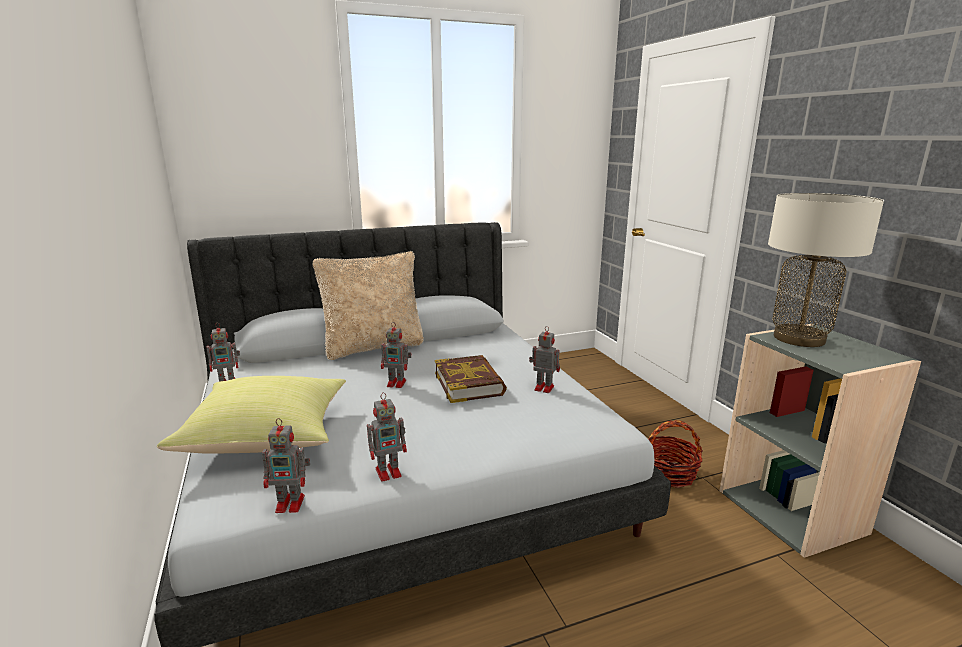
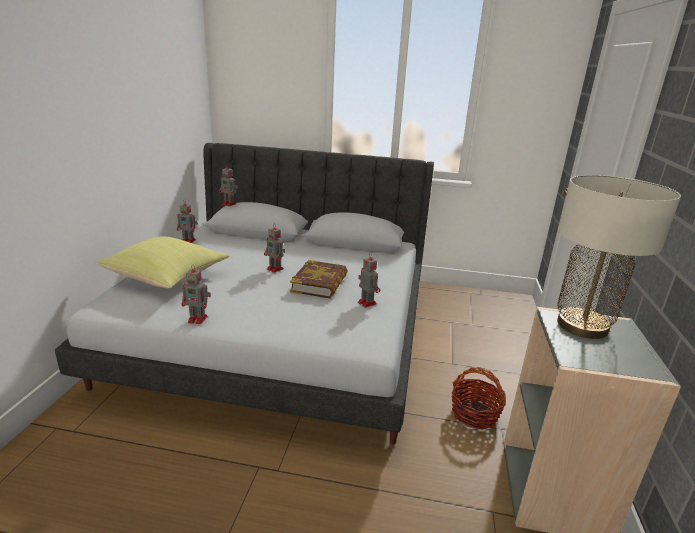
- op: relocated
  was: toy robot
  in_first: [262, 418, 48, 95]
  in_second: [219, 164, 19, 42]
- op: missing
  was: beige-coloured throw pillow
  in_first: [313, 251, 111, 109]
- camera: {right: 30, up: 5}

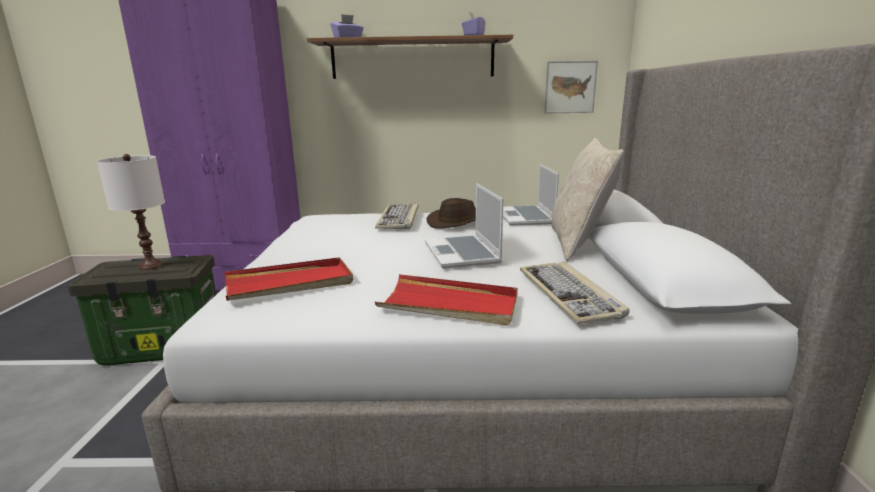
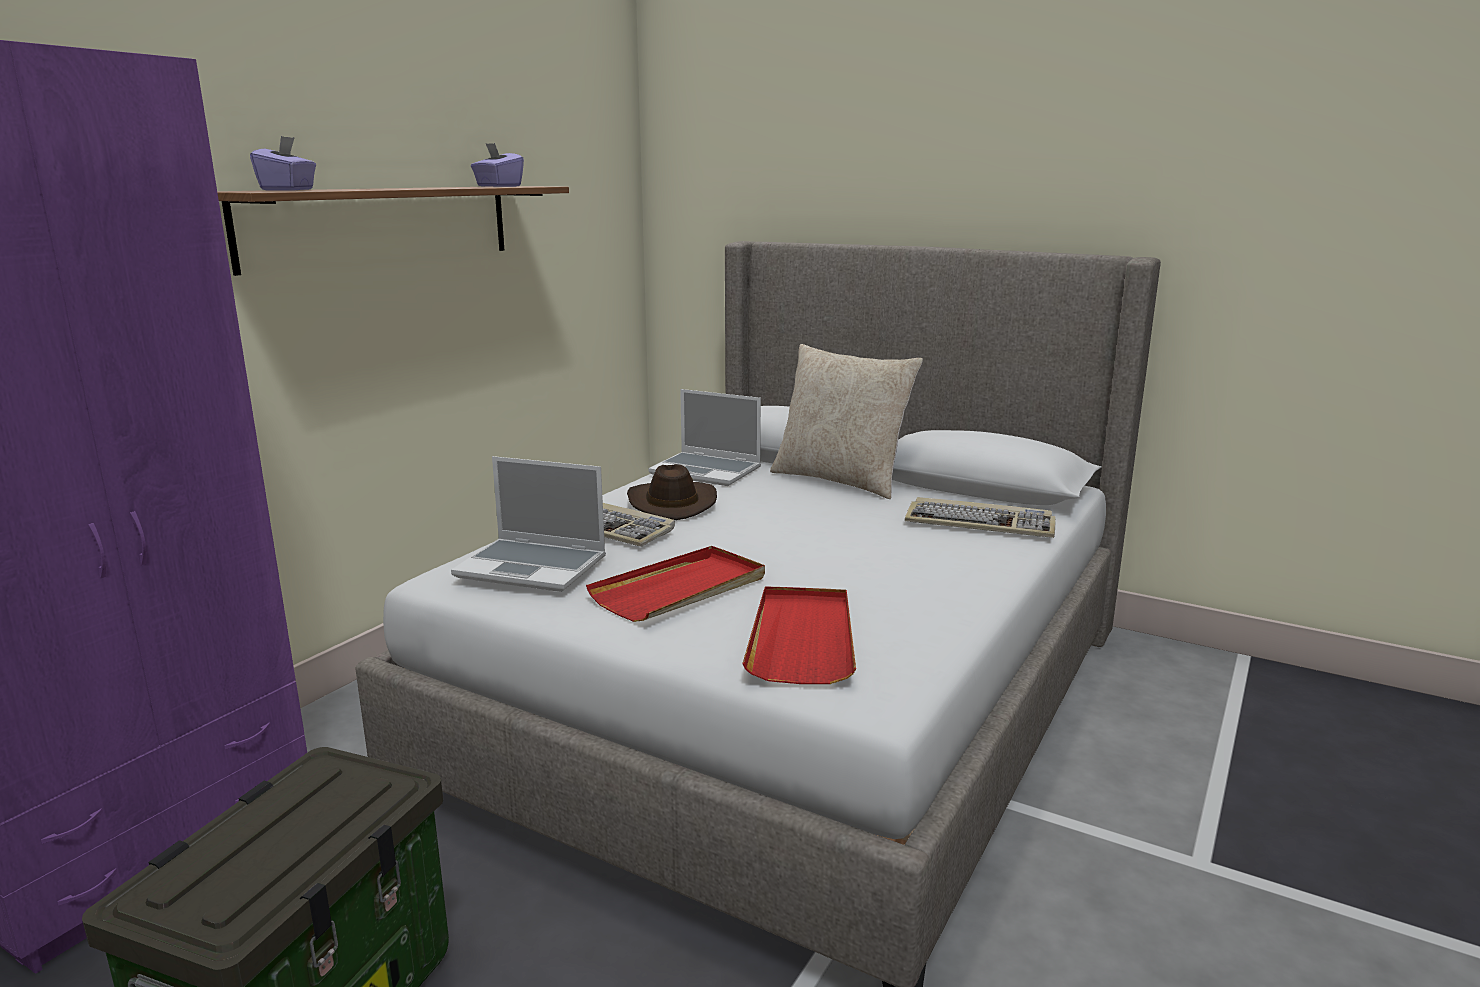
- op: missing
  was: white tabletop lamp
  in_first: [97, 154, 68, 116]
- op: relocated
  was: red serving tray
  in_first: [375, 274, 143, 51]
  in_second: [586, 546, 179, 76]
- op: relocated
  was: portable computer
  in_first: [425, 183, 78, 86]
  in_second: [451, 456, 155, 136]
- op: missing
  was: picture
  in_first: [544, 61, 54, 52]
- camera: {right: -60, up: 0}

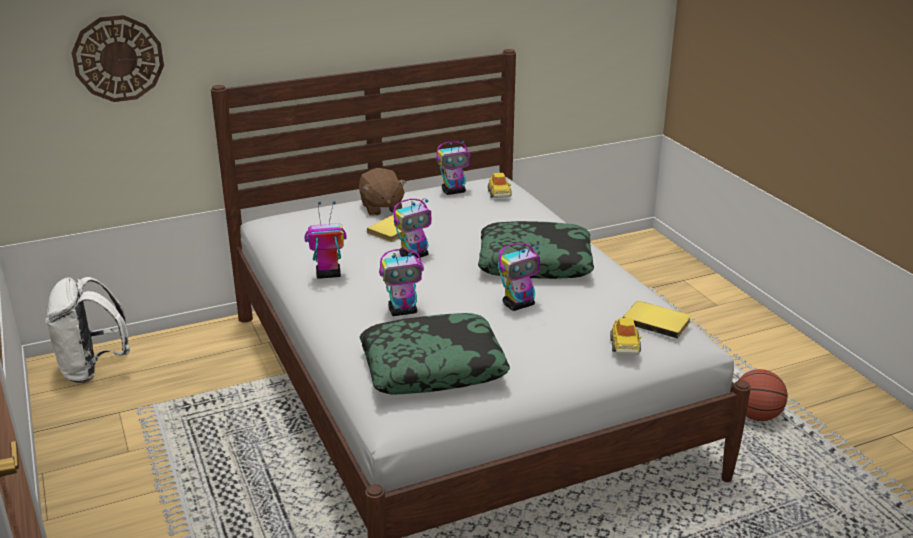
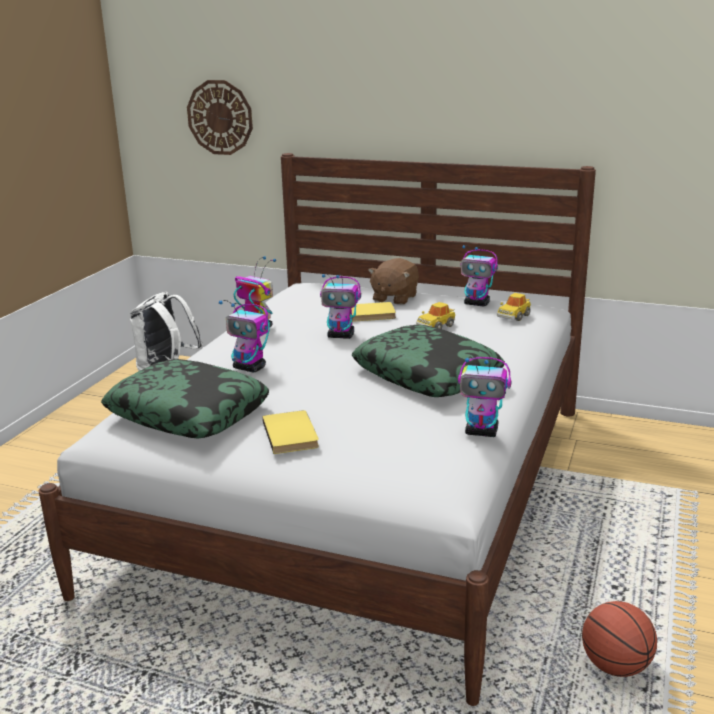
- op: relocated
  was: toy robot
  in_first: [498, 243, 42, 68]
  in_second: [458, 357, 53, 80]
- op: relocated
  was: toy car
  in_first: [610, 318, 31, 37]
  in_second: [416, 302, 39, 27]
- op: relocated
  was: yellow-coloured bound book
  in_first: [623, 301, 68, 38]
  in_second: [262, 410, 57, 44]
- camera: {right: 45, up: -5}

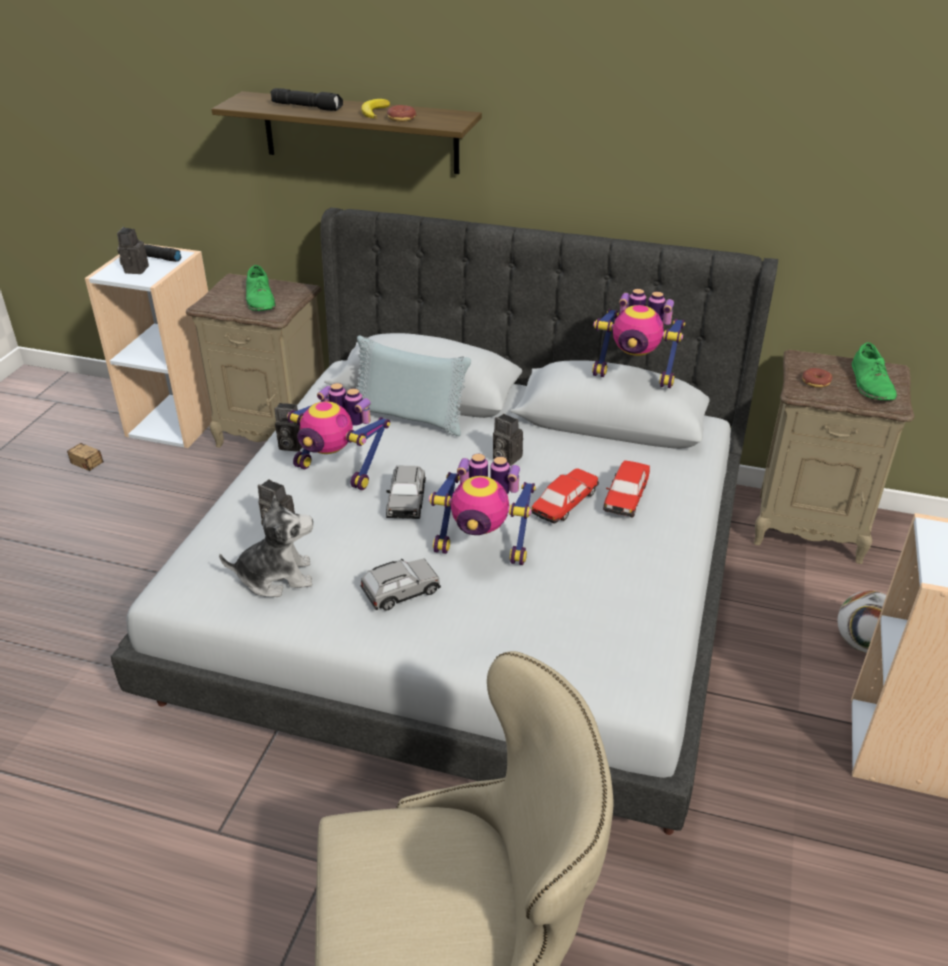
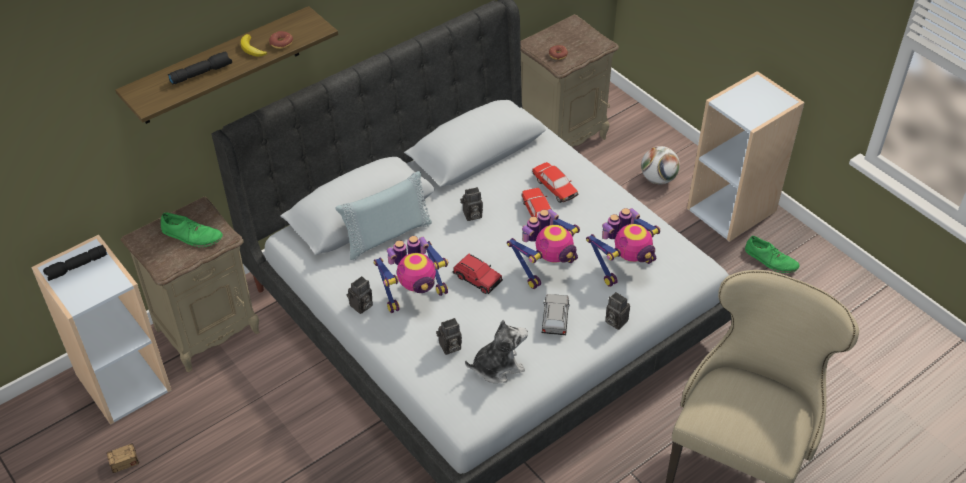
- op: relocated
  was: photo camera
  in_first: [117, 227, 32, 47]
  in_second: [605, 292, 25, 38]
- op: spun
  was: soft toy
  in_first: [219, 495, 94, 102]
  in_second: [465, 320, 63, 63]
  clockwise: 45
- op: colour
  was: gray toy car
  now: red toy car
  in_first: [386, 465, 40, 54]
  in_second: [453, 254, 50, 40]
- op: relocated
  was: toy robot
  in_first: [592, 289, 93, 99]
  in_second: [586, 208, 74, 79]
- op: relocated
  was: green-coloured item of footwear
  in_first: [852, 342, 45, 58]
  in_second: [745, 236, 55, 37]
- camera: {right: -55, up: 10}

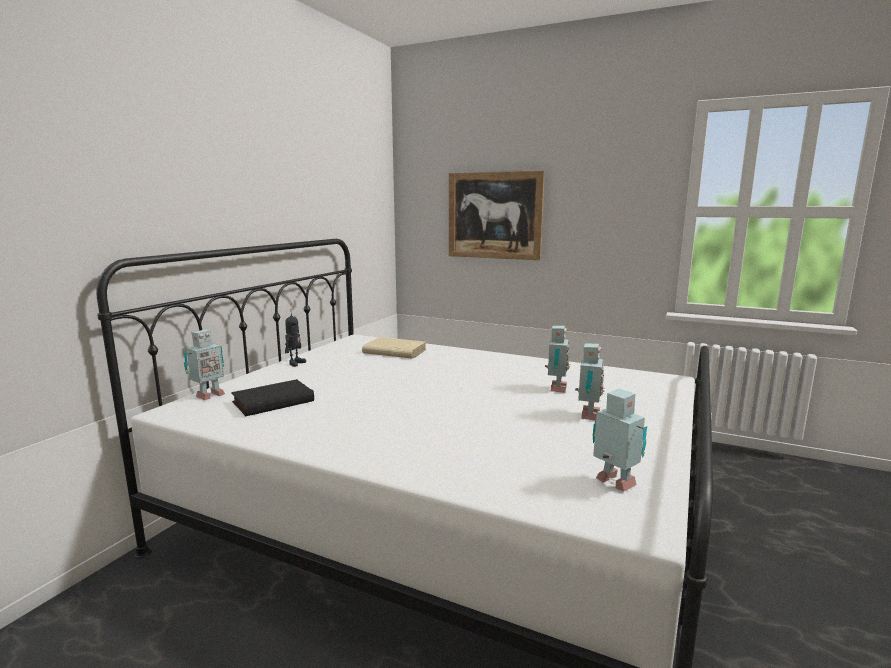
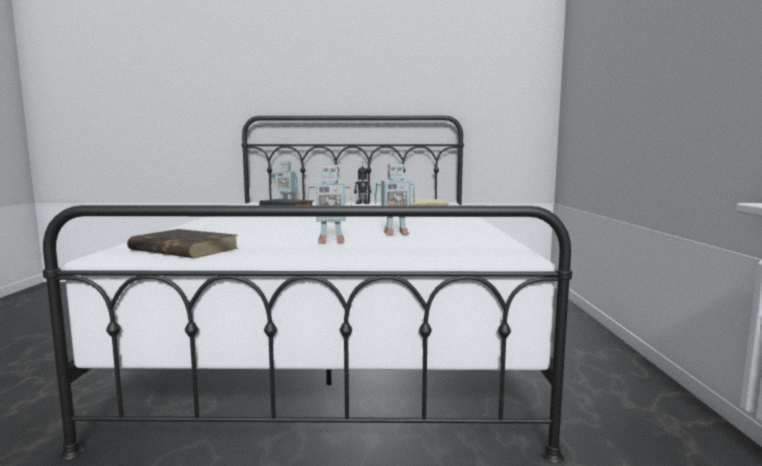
- op: missing
  was: picture
  in_first: [449, 170, 96, 90]
- op: exchanged
  was: toy robot
  now: brownish bound book
  in_first: [593, 388, 54, 103]
  in_second: [127, 229, 111, 29]
- camera: {right: 65, up: -5}

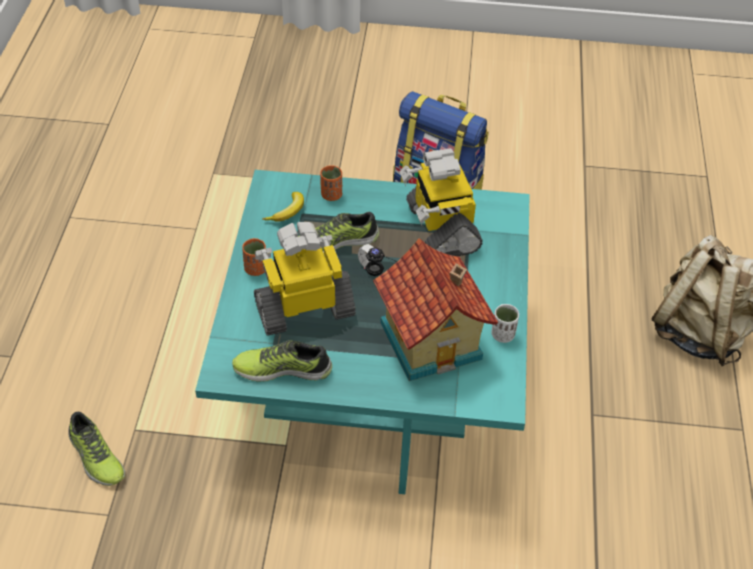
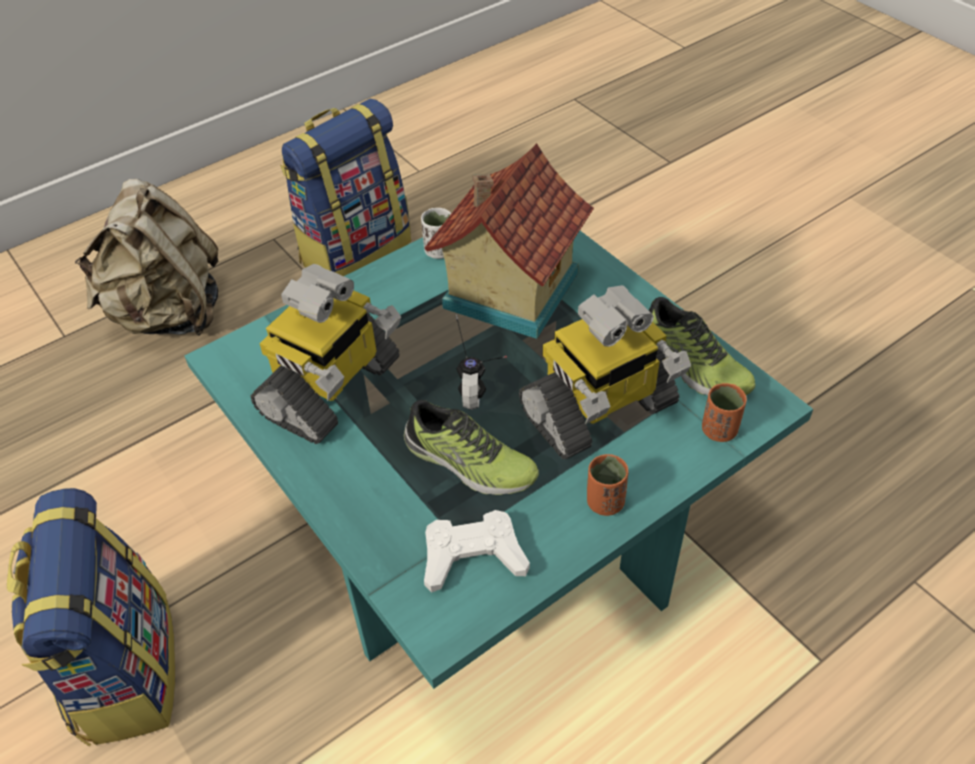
- op: missing
  was: item of footwear
  in_first: [68, 412, 57, 74]
- op: spun
  was: toy robot
  in_first: [254, 222, 102, 114]
  in_second: [519, 285, 172, 174]
  clockwise: -60
- op: exchanged
  was: whole banana
  now: white joypad
  in_first: [263, 192, 41, 30]
  in_second: [424, 510, 106, 82]
- op: relocated
  was: orange-coloured drinking cup
  in_first: [320, 165, 22, 36]
  in_second: [702, 383, 45, 59]
- op: appeared
  now: backpack
  in_second: [280, 99, 131, 177]
- camera: {right: -130, up: 0}

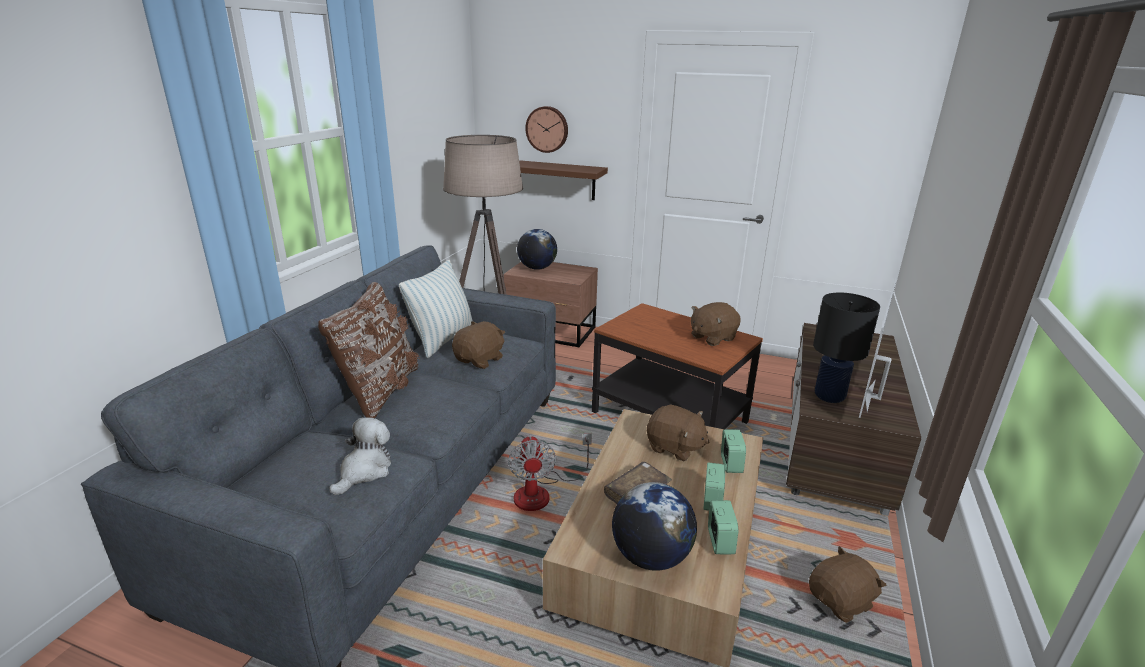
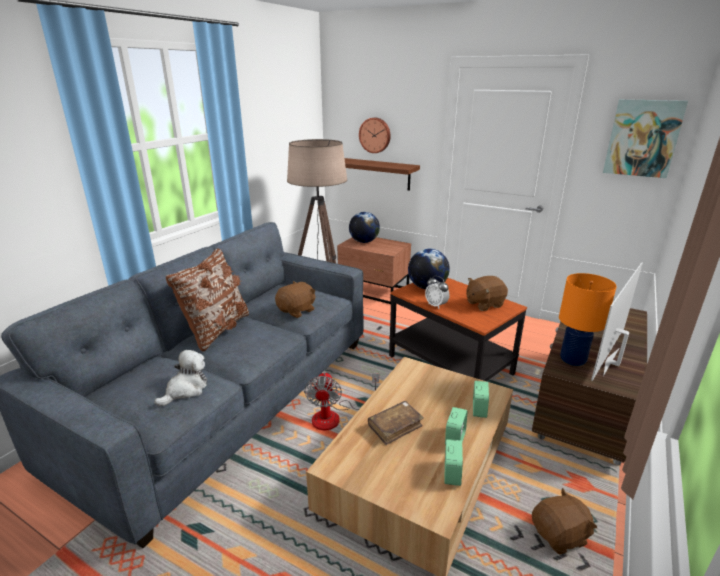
- op: missing
  was: throw pillow
  in_first: [399, 260, 73, 98]
- op: relocated
  was: world globe
  in_first: [612, 482, 85, 89]
  in_second: [408, 248, 42, 41]
- op: missing
  was: brownish soft toy
  in_first: [647, 404, 62, 57]
- op: colour
  was: blackish tabletop lamp
  now: orange-coloured tabletop lamp
  in_first: [813, 292, 67, 111]
  in_second: [559, 273, 58, 93]
- op: appeared
  now: alarm clock
  in_second: [425, 276, 25, 33]
- op: appeared
  now: picture
  in_second: [603, 99, 85, 79]
- camera: {right: 10, up: 0}

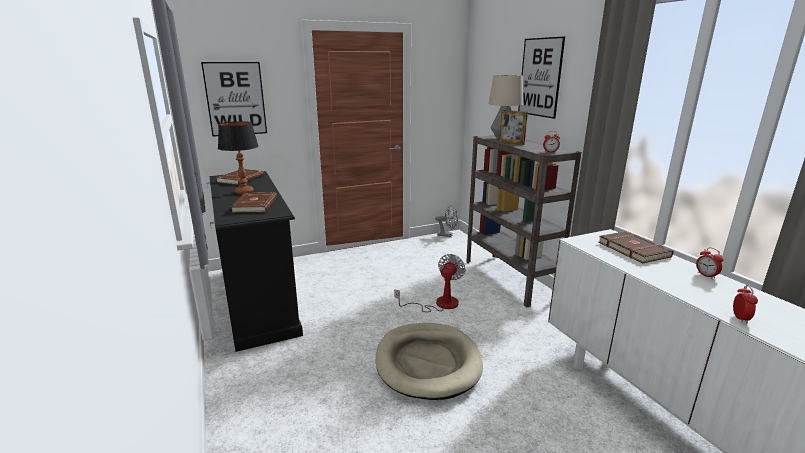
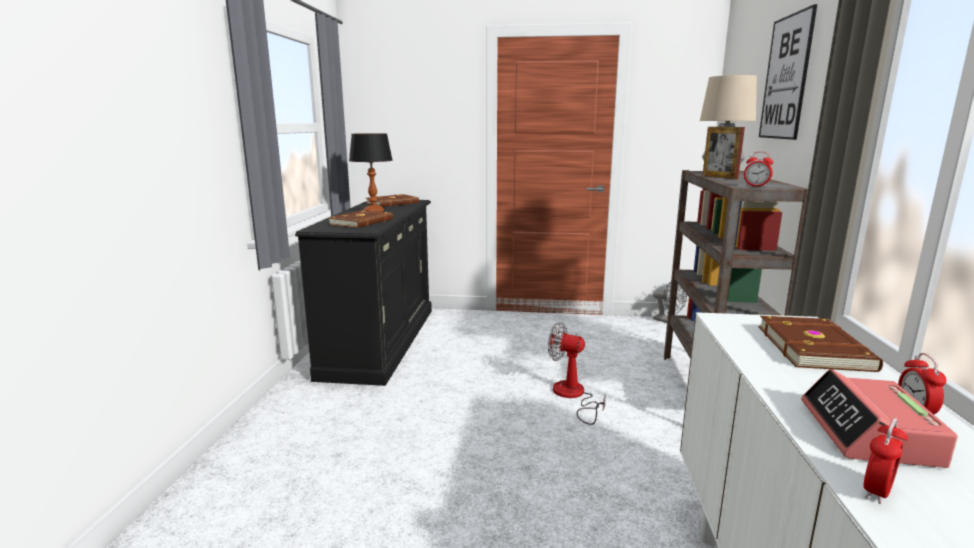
- op: missing
  was: picture
  in_first: [201, 62, 66, 75]
- op: missing
  was: beige-coloured dog bed
  in_first: [376, 323, 107, 77]
- op: spun
  was: fan
  in_first: [394, 254, 72, 58]
  in_second: [548, 322, 58, 103]
  clockwise: -120
- op: appeared
  now: alarm clock
  in_second: [801, 369, 157, 99]
- camera: {right: 30, up: -5}

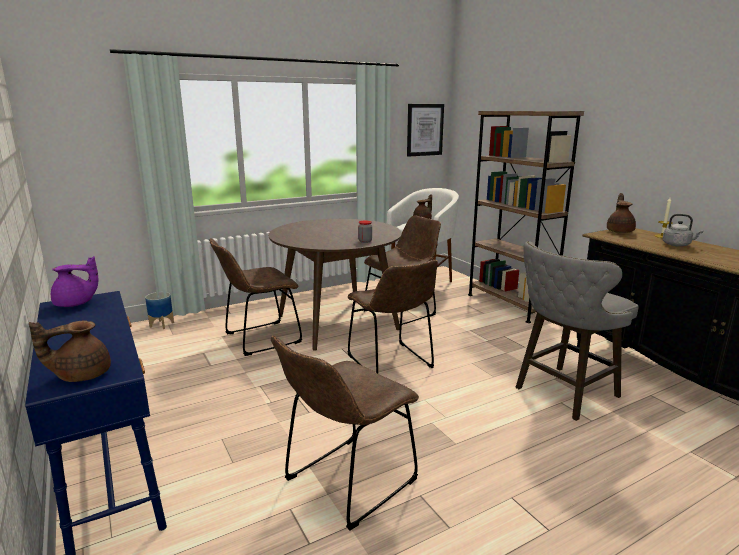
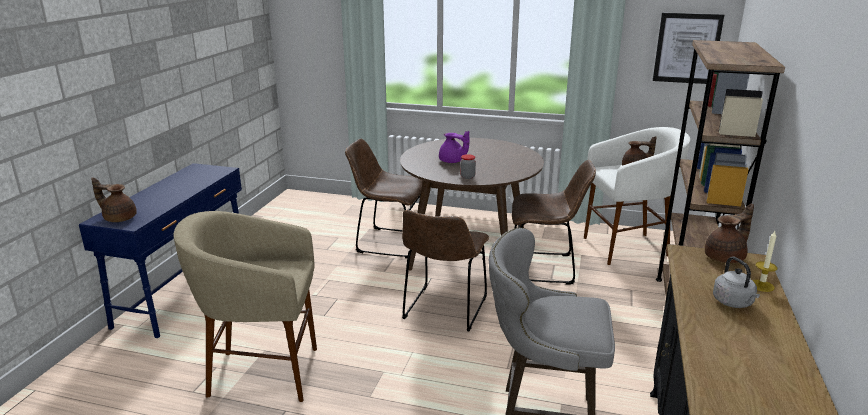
- op: relocated
  was: purple pot for tea
  in_first: [51, 256, 47, 51]
  in_second: [439, 131, 30, 32]
- op: missing
  was: flower pot
  in_first: [145, 292, 29, 37]
- op: exchanged
  was: brownish upright chair
  now: beige-coloured stool seat
  in_first: [271, 336, 148, 194]
  in_second: [174, 211, 143, 191]
- camera: {right: 45, up: 5}

